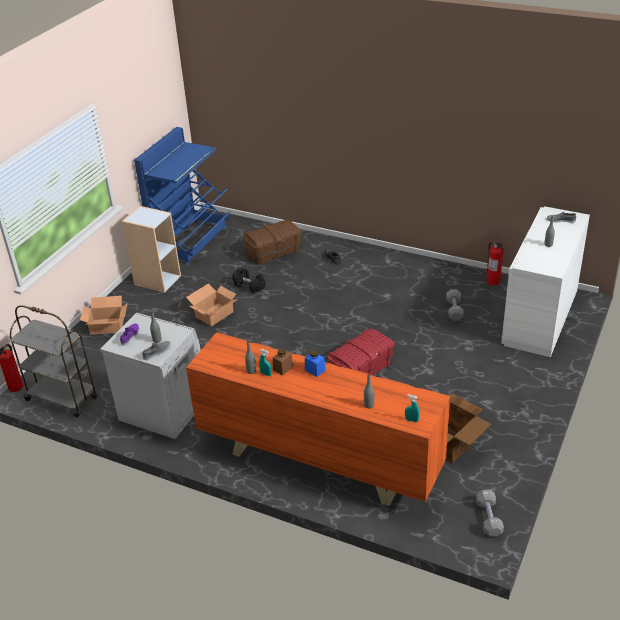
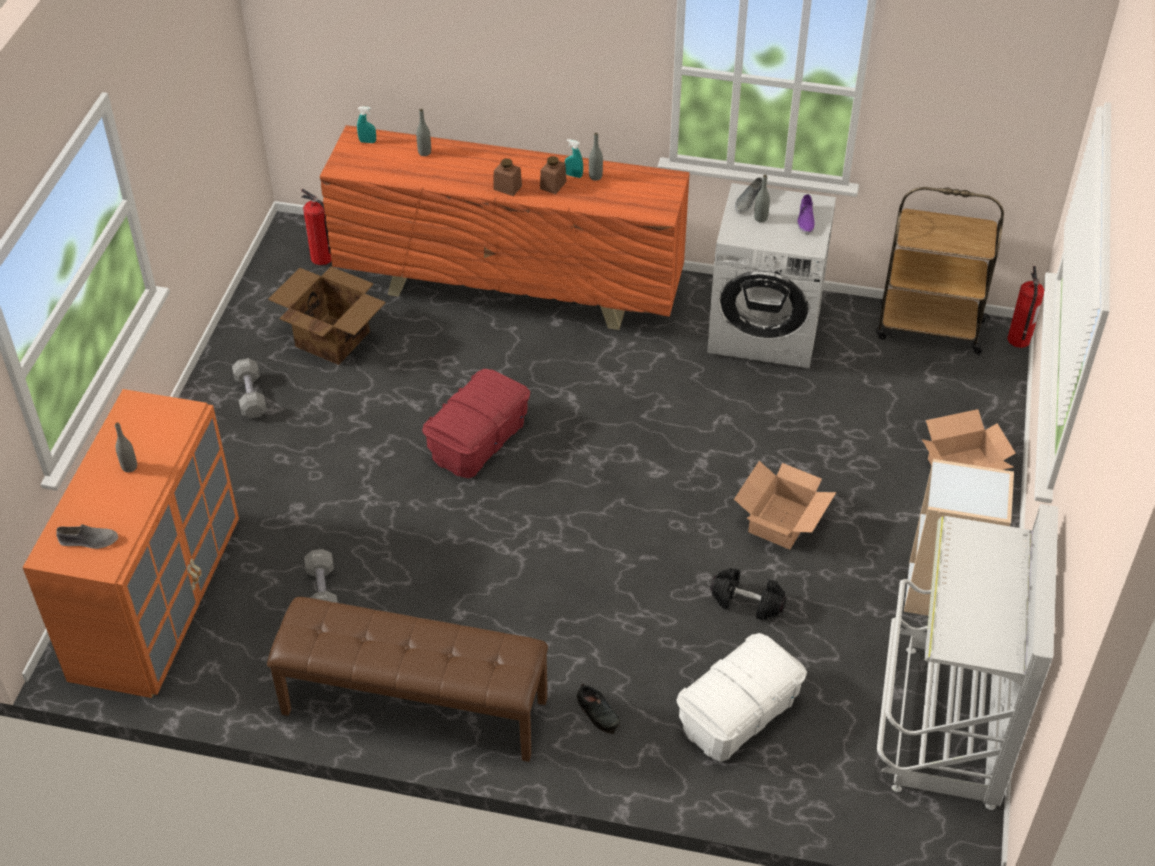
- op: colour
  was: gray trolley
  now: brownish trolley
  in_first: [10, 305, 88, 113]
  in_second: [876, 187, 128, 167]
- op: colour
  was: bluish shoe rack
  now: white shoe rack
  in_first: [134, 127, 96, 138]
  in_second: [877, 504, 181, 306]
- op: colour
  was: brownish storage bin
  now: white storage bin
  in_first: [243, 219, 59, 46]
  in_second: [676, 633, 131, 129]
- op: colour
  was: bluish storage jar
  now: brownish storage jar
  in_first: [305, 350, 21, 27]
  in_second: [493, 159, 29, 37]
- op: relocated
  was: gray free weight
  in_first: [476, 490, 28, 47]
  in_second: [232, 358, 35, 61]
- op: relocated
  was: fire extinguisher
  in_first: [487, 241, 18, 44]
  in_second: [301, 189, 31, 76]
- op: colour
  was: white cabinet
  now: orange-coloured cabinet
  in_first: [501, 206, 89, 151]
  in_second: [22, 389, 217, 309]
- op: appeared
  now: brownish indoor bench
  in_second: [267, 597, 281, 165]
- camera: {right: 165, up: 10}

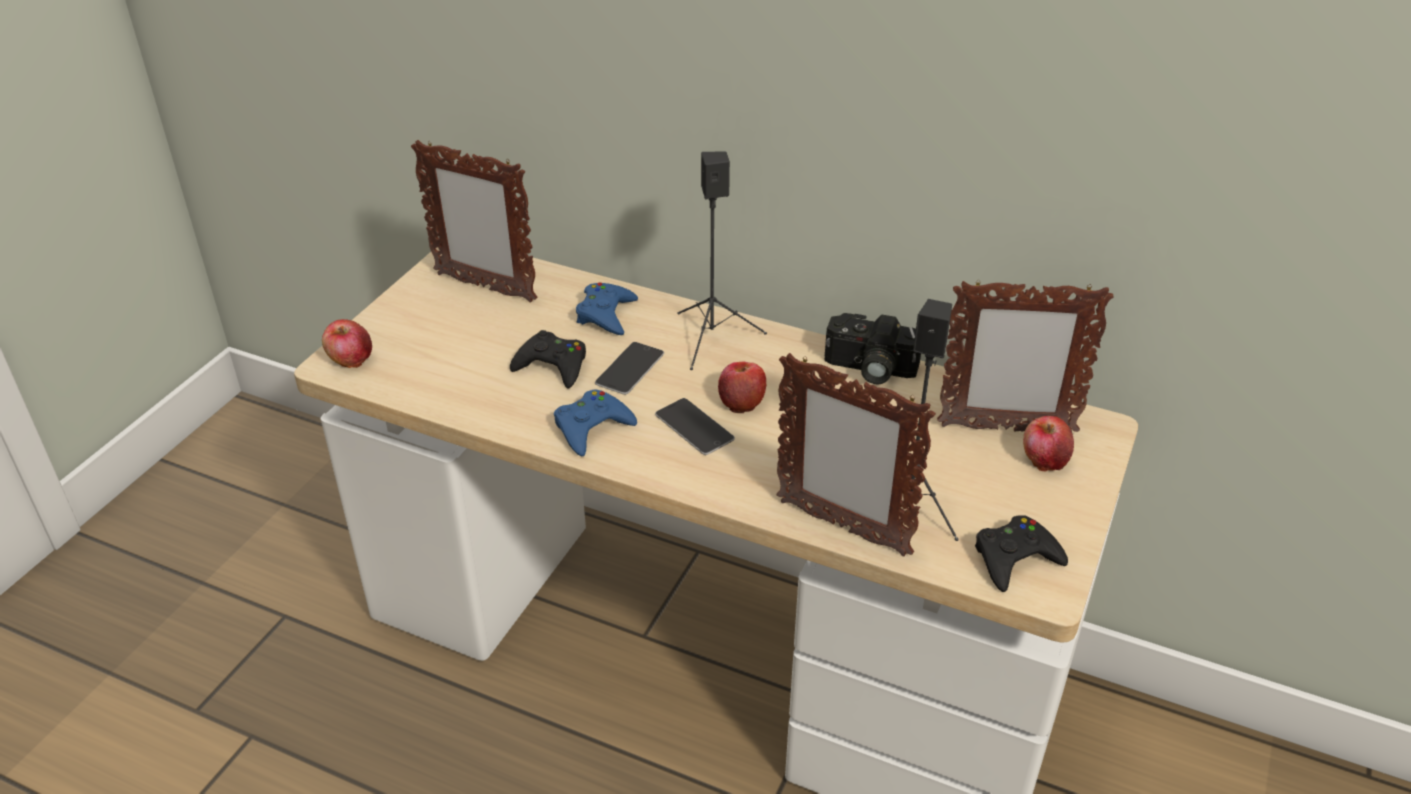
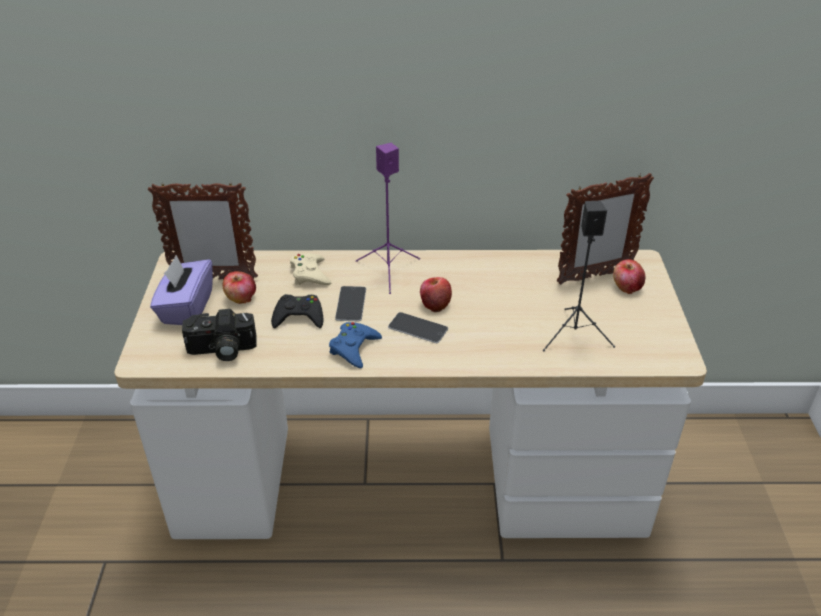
- op: relocated
  was: apple
  in_first: [322, 319, 50, 49]
  in_second: [223, 271, 33, 33]
- op: colour
  was: bluish joypad
  now: beige-coloured joypad
  in_first: [576, 282, 62, 53]
  in_second: [290, 253, 41, 32]
- op: colour
  was: blackish speaker
  now: purple speaker
  in_first: [677, 151, 90, 219]
  in_second: [356, 143, 64, 151]
- op: missing
  was: photo frame
  in_first: [776, 353, 160, 204]
- op: relocated
  was: photo camera
  in_first: [824, 313, 97, 71]
  in_second: [182, 309, 75, 52]
- op: missing
  was: blackish joypad
  in_first: [975, 515, 93, 77]
- op: appeared
  now: purple tissue holder
  in_second: [150, 255, 63, 70]
- camera: {right: -25, up: 0}

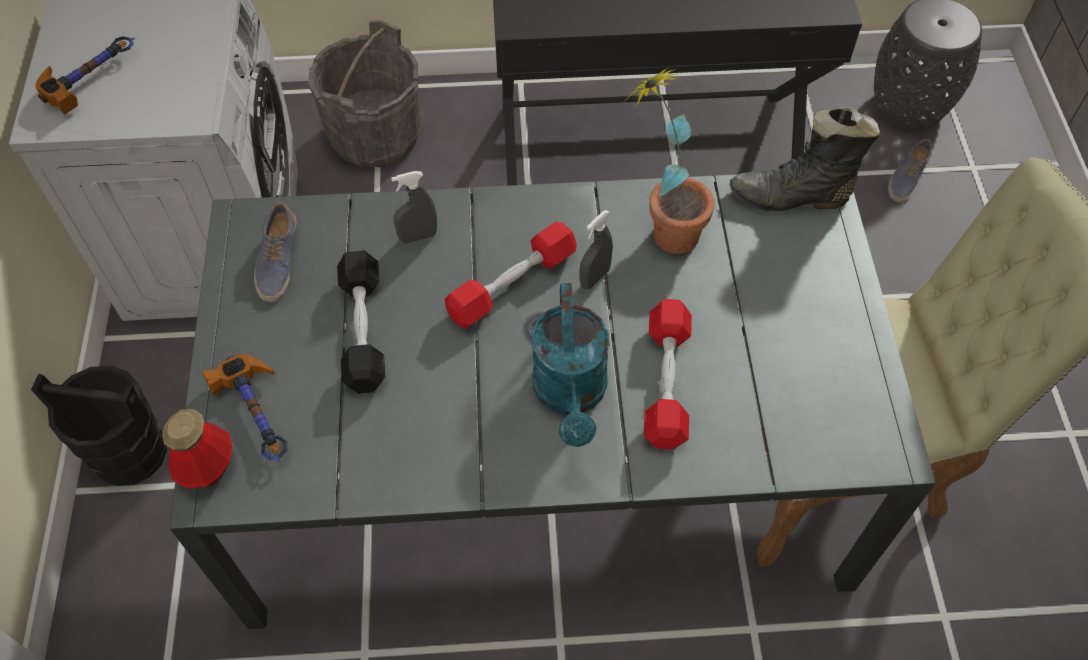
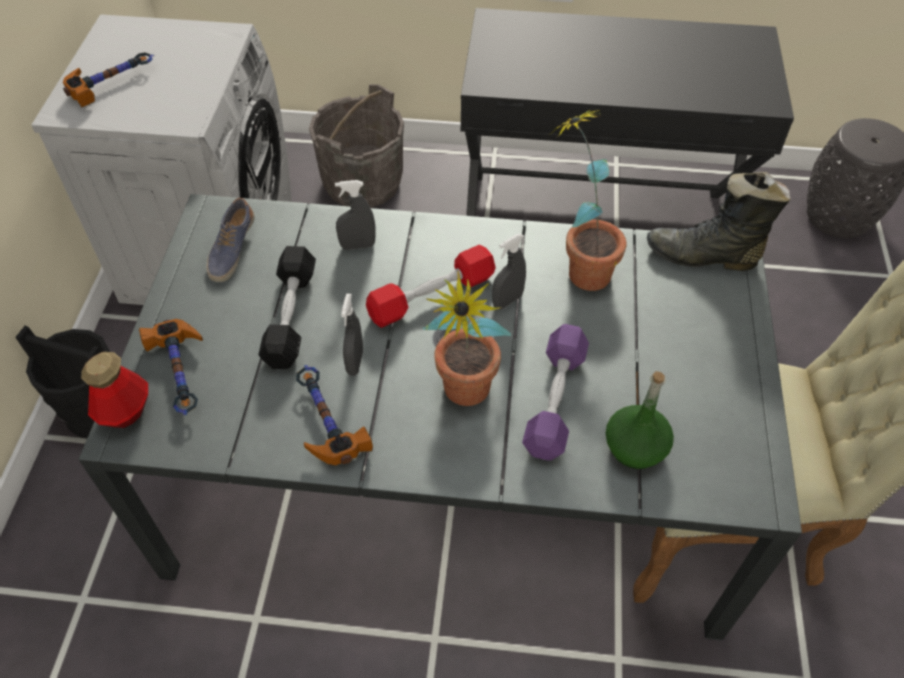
- op: exchanged
  was: turquoise-coloured watering pot
  now: plant in a pot
  in_first: [532, 283, 78, 164]
  in_second: [422, 271, 89, 135]
- op: colour
  was: red free weight
  now: purple free weight
  in_first: [644, 299, 48, 151]
  in_second: [522, 324, 67, 137]
- op: missing
  was: item of footwear
  in_first: [888, 139, 44, 64]
- op: appeared
  now: tool hammer
  in_second: [296, 365, 77, 100]
- op: appeared
  now: gray hand sprayer
  in_second: [341, 294, 22, 82]
- op: appeared
  now: green-coloured drink bottle
  in_second: [606, 371, 68, 98]
- camera: {right: 10, up: -5}

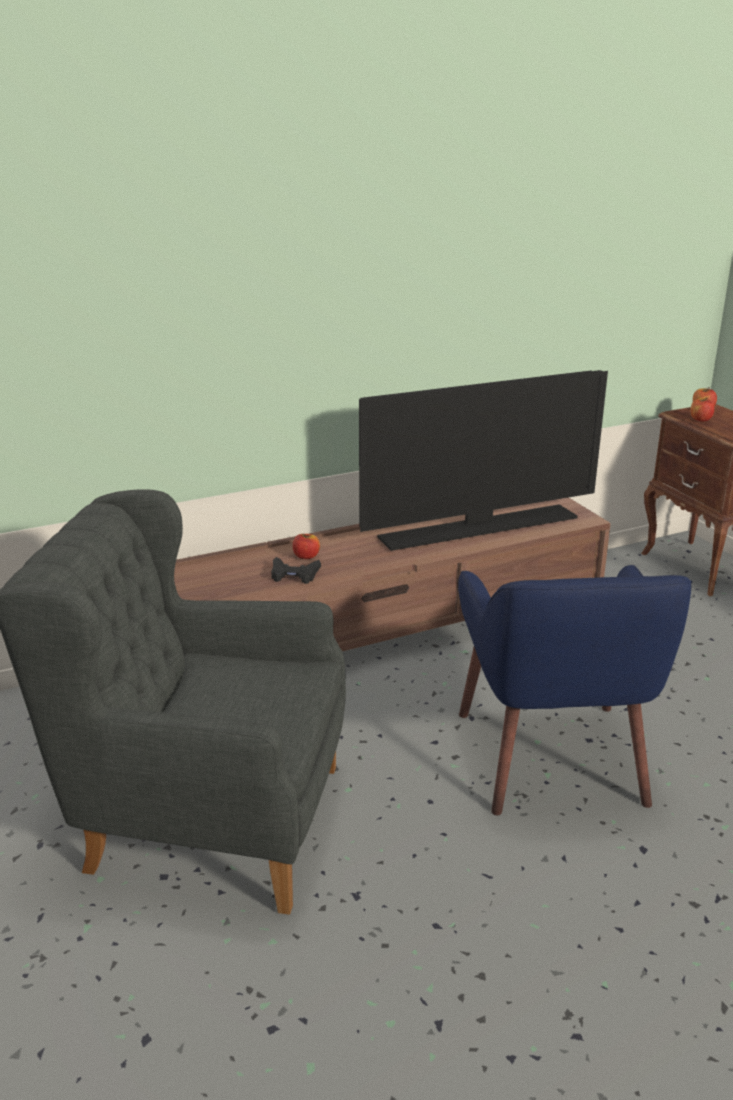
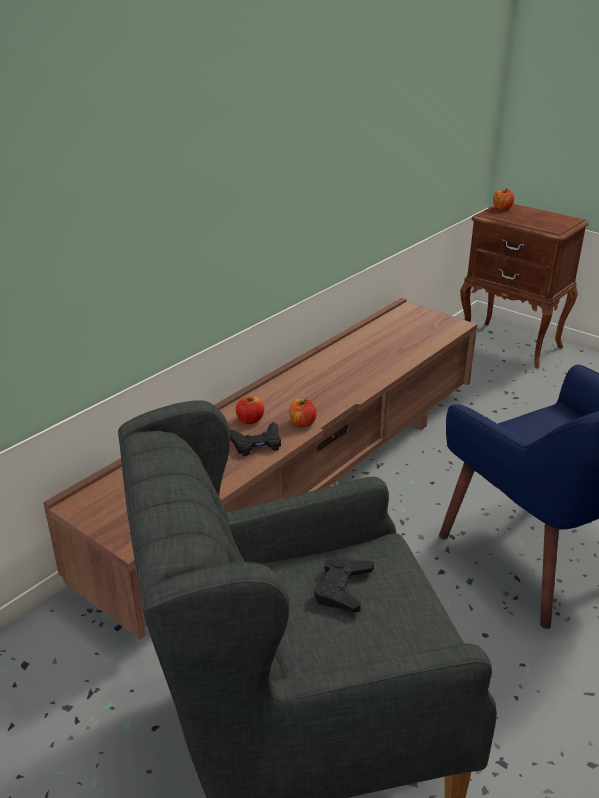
- op: missing
  was: TV
  in_first: [359, 370, 249, 181]
- op: relocated
  was: apple
  in_first: [691, 398, 23, 23]
  in_second: [289, 399, 28, 28]
- op: appeared
  now: blackish joypad
  in_second: [314, 556, 60, 57]
- camera: {right: -25, up: 5}

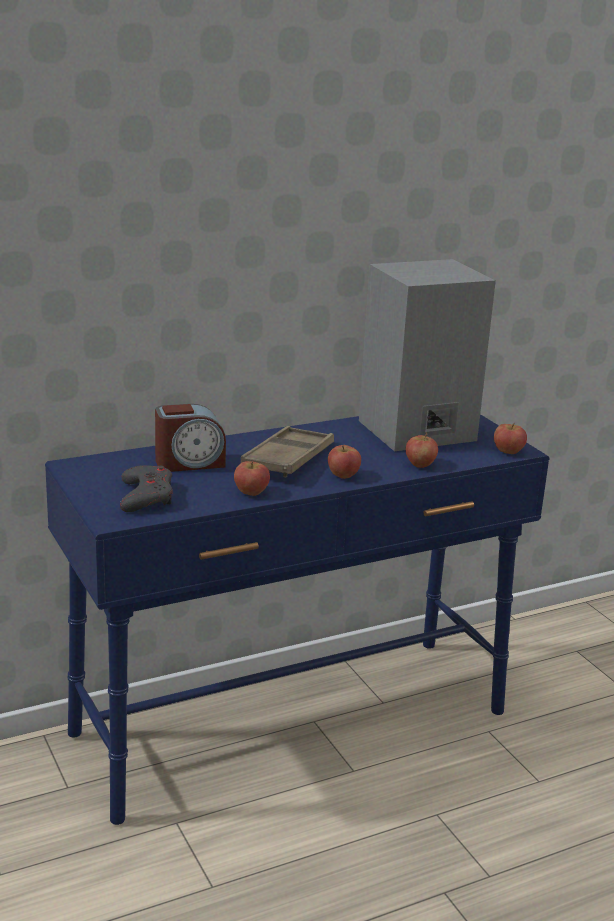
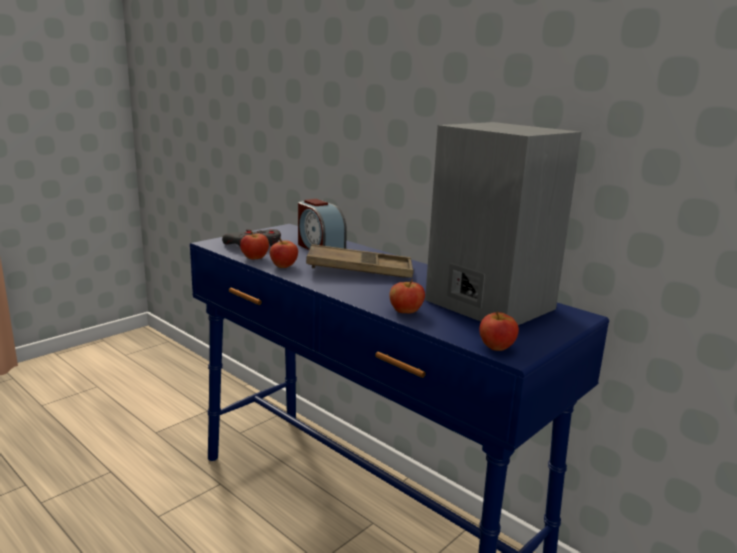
- op: relocated
  was: apple
  in_first: [328, 445, 33, 34]
  in_second: [240, 230, 29, 30]
- camera: {right: 70, up: -5}

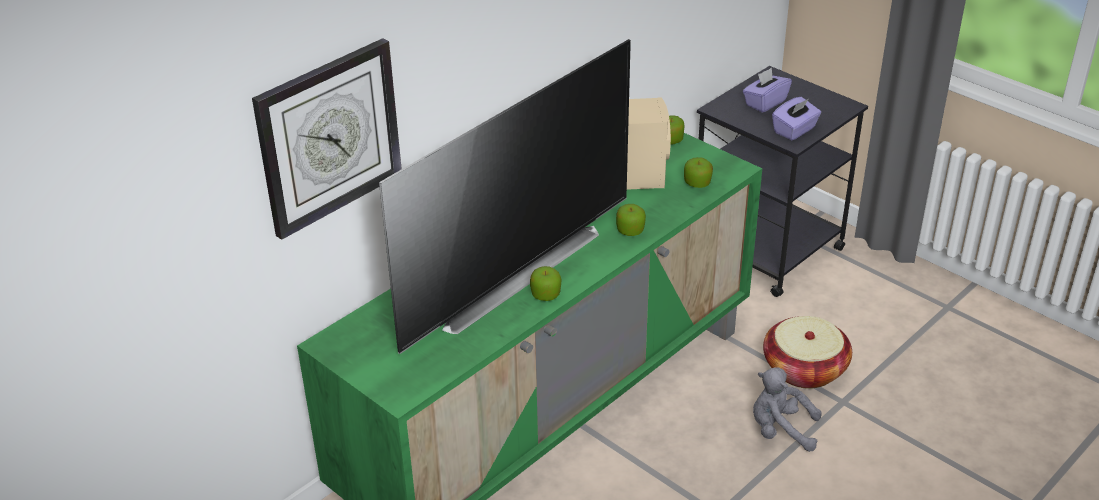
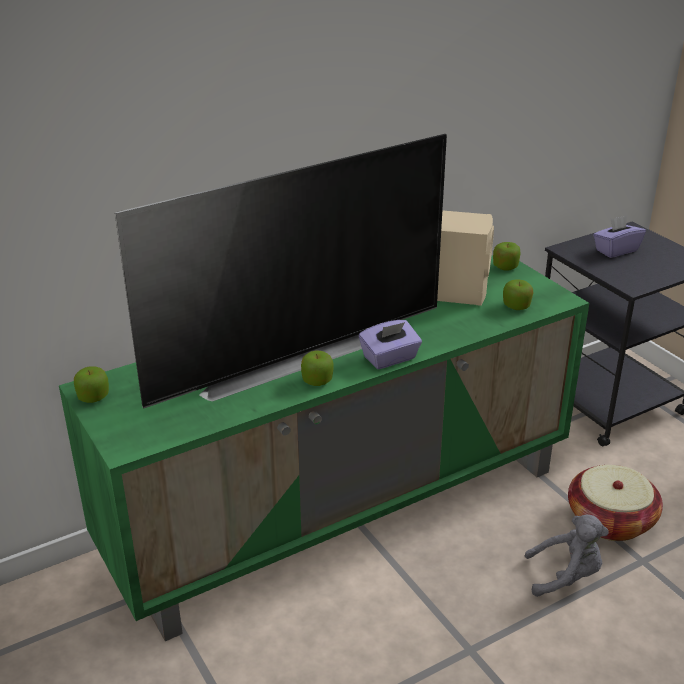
- op: missing
  was: clock on the wall
  in_first: [252, 38, 150, 202]
- op: relocated
  was: apple
  in_first: [616, 204, 30, 32]
  in_second: [74, 366, 35, 37]
- op: spun
  was: gray soft toy
  in_first: [753, 367, 69, 85]
  in_second: [525, 515, 84, 82]
  clockwise: 150
- op: relocated
  was: purple tissue holder
  in_first: [772, 97, 49, 43]
  in_second: [359, 320, 63, 49]
- camera: {right: 15, up: -5}

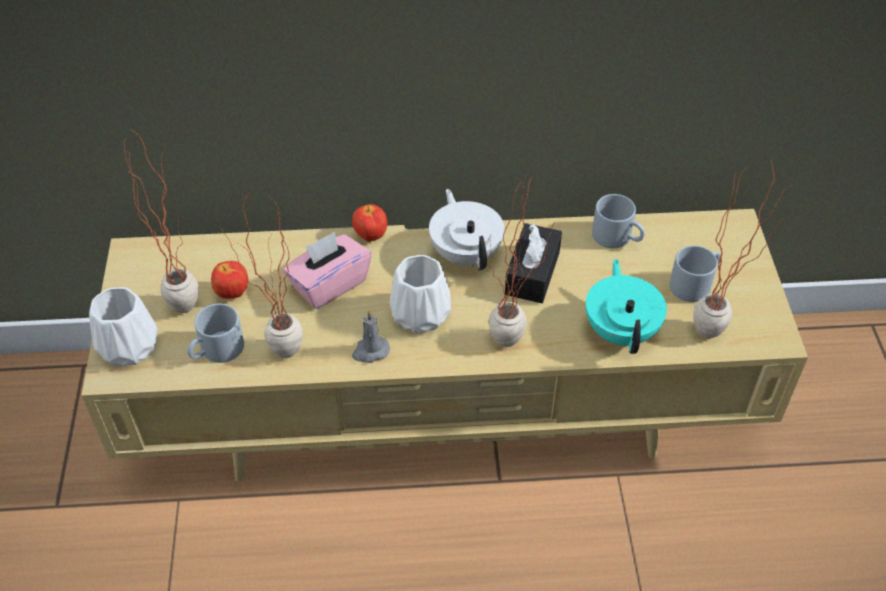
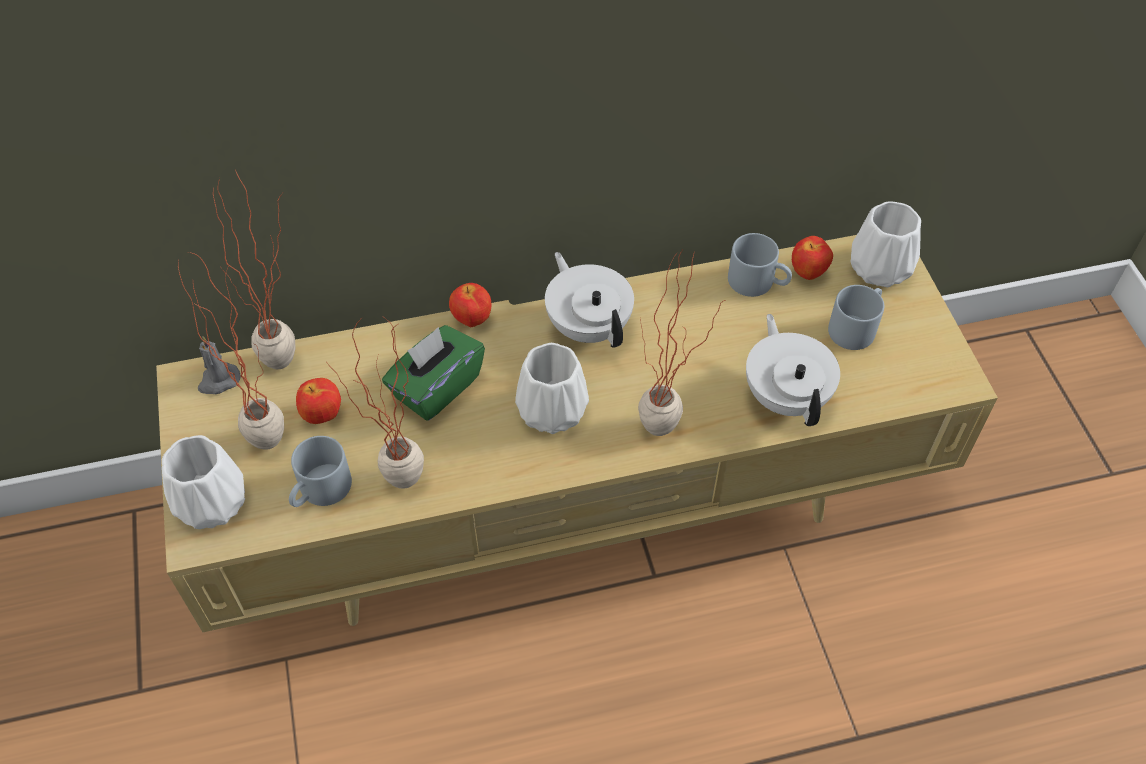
- op: colour
  was: pink-coloured tissue holder
  now: green-coloured tissue holder
  in_first: [283, 232, 89, 77]
  in_second: [382, 325, 103, 96]
- op: relocated
  was: gray candle
  in_first: [352, 310, 38, 53]
  in_second: [198, 337, 43, 57]
- op: missing
  was: blackish tissue holder
  in_first: [505, 223, 57, 80]
- op: colour
  was: turquoise-coloured pot for tea
  now: white pot for tea
  in_first: [586, 259, 81, 95]
  in_second: [746, 314, 94, 112]
- op: relocated
  was: plant in a pot
  in_first: [693, 161, 99, 177]
  in_second: [213, 170, 82, 199]
- op: appeared
  now: apple
  in_second: [792, 236, 41, 44]
- op: appeared
  now: white decorative vase
  in_second: [851, 202, 70, 85]
- camera: {right: -10, up: 5}

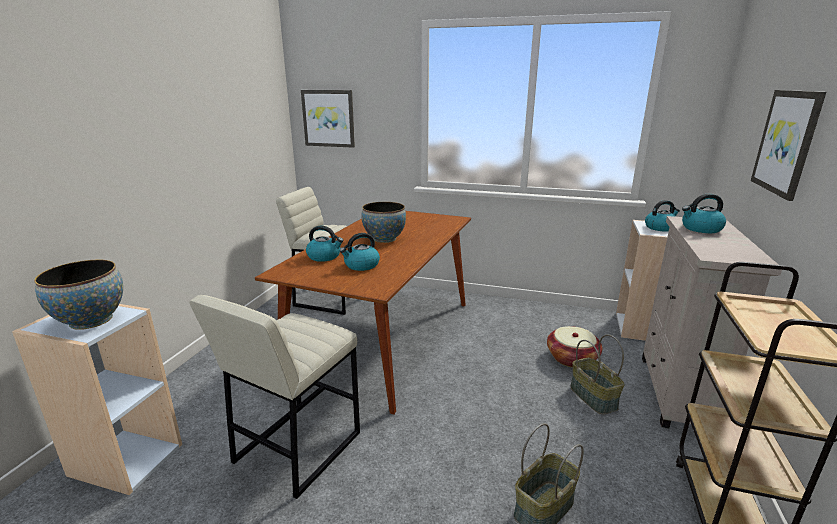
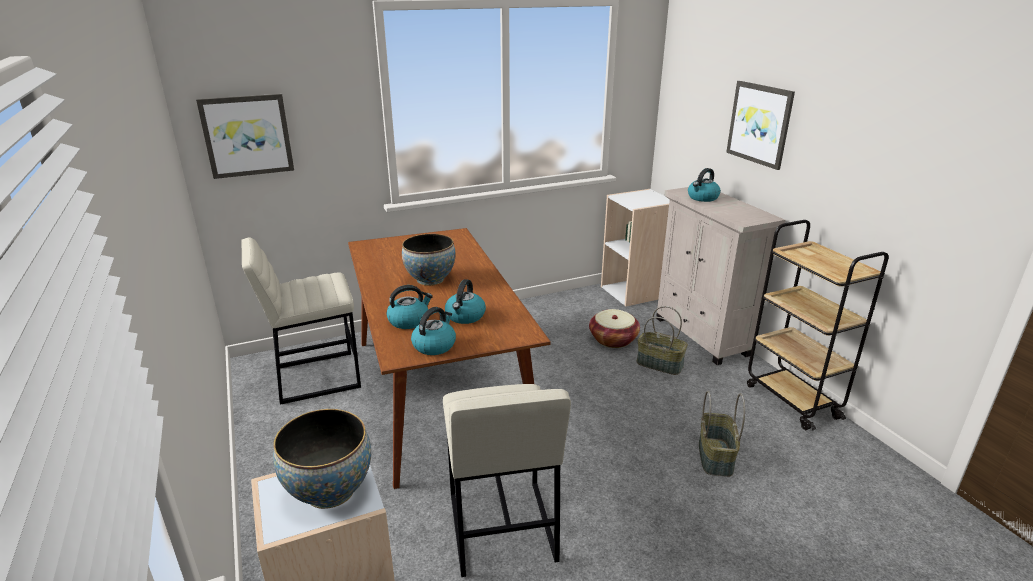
- op: relocated
  was: water kettle
  in_first: [645, 200, 35, 31]
  in_second: [411, 307, 45, 48]
- camera: {right: -40, up: 5}

